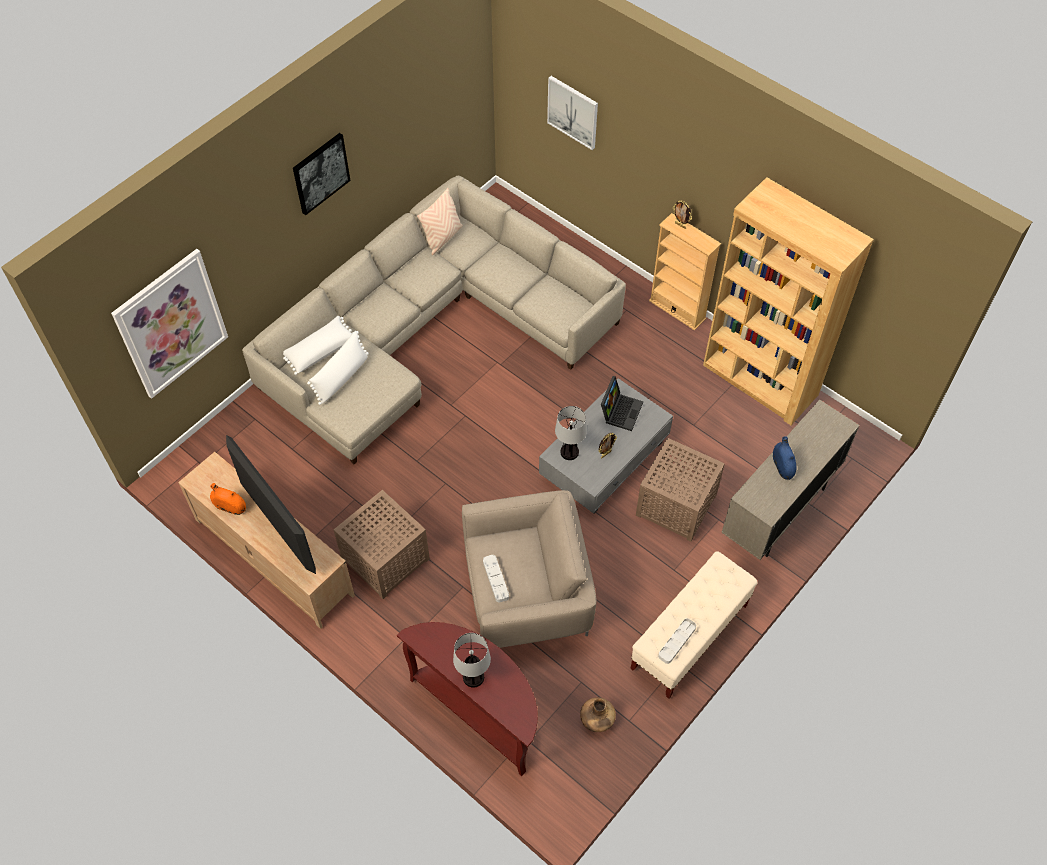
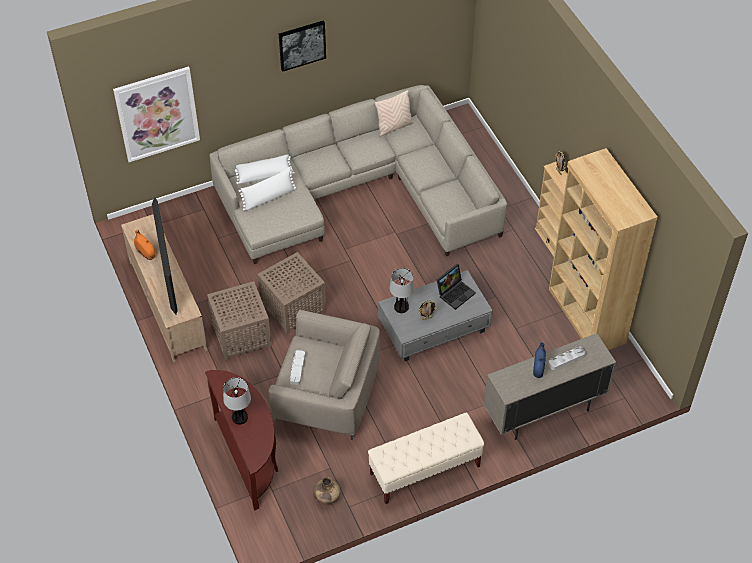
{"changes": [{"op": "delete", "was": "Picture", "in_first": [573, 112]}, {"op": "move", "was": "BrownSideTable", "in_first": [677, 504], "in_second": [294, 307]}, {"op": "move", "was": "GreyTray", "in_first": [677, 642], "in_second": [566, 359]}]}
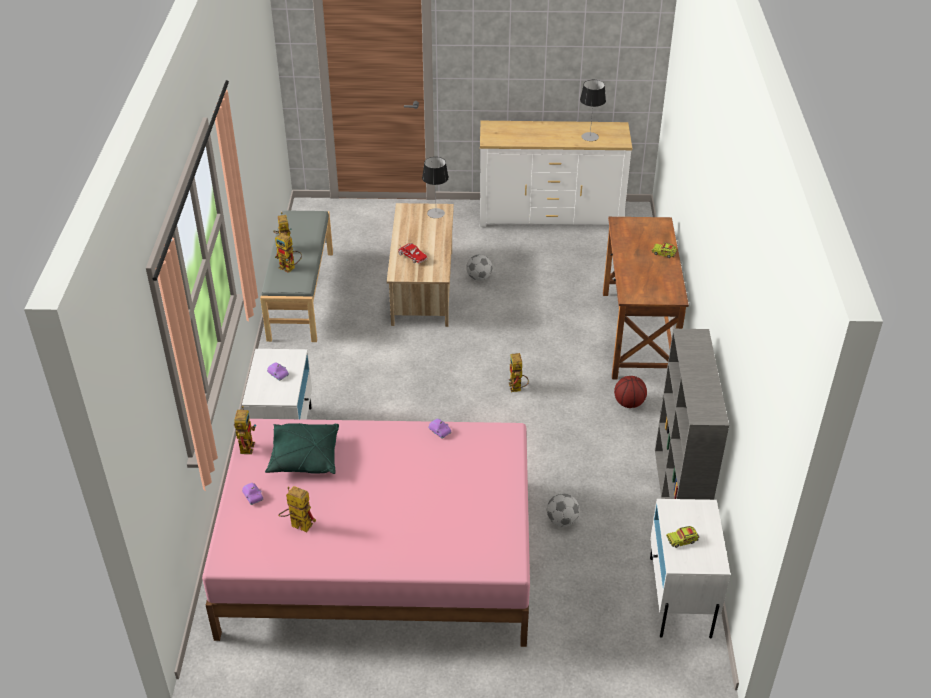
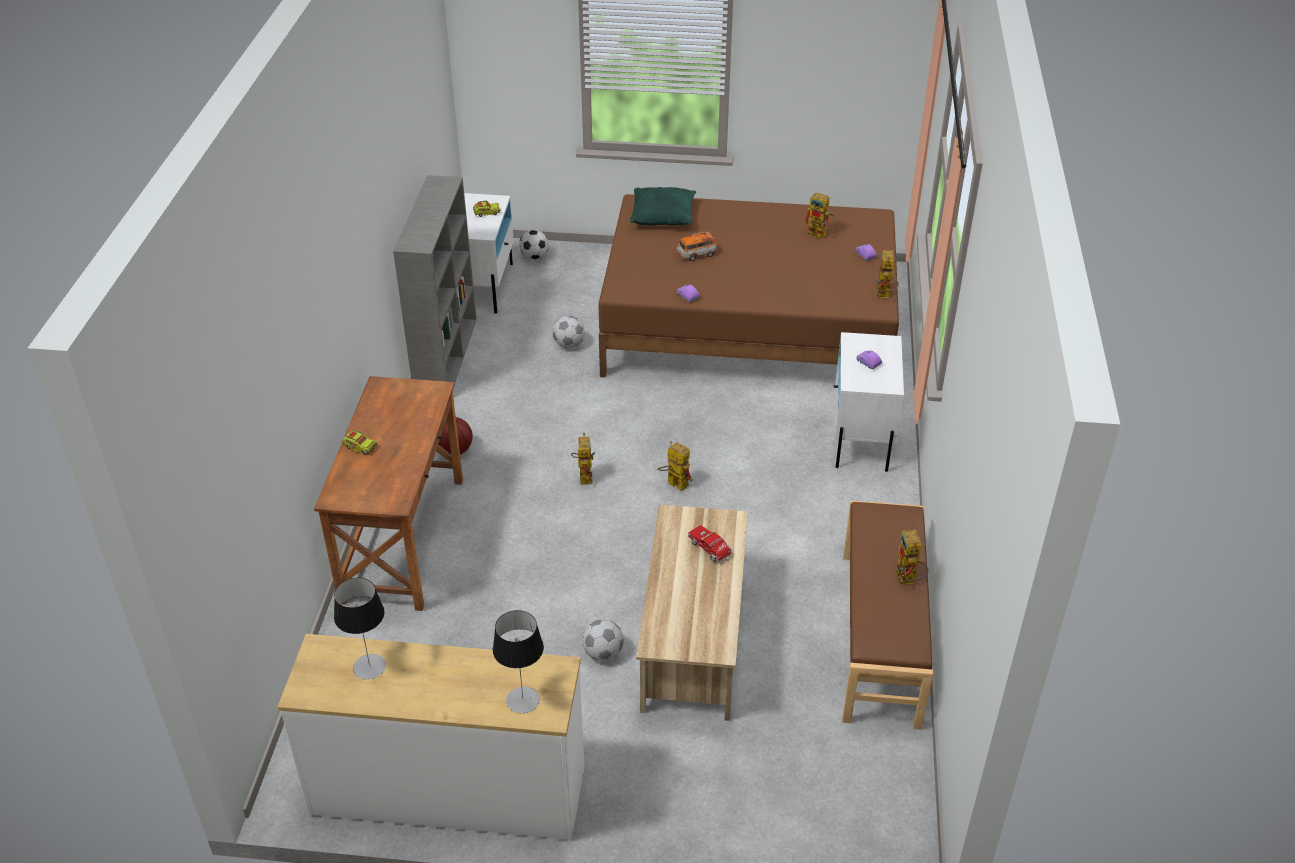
{"changes": [{"op": "move", "was": "TableLamp", "in_first": [436, 213], "in_second": [522, 700]}, {"op": "recolor", "was": "GreyBench", "now": "BrownBench", "in_first": [300, 295], "in_second": [881, 637]}, {"op": "move", "was": "ToyRobot", "in_first": [290, 268], "in_second": [673, 483]}, {"op": "recolor", "was": "PinkBed", "now": "BrownBed", "in_first": [378, 556], "in_second": [748, 327]}, {"op": "move", "was": "GreenPillow", "in_first": [304, 457], "in_second": [663, 216]}, {"op": "insert", "now": "Football", "in_second": [534, 257]}, {"op": "insert", "now": "ToyCar", "in_second": [696, 255]}]}
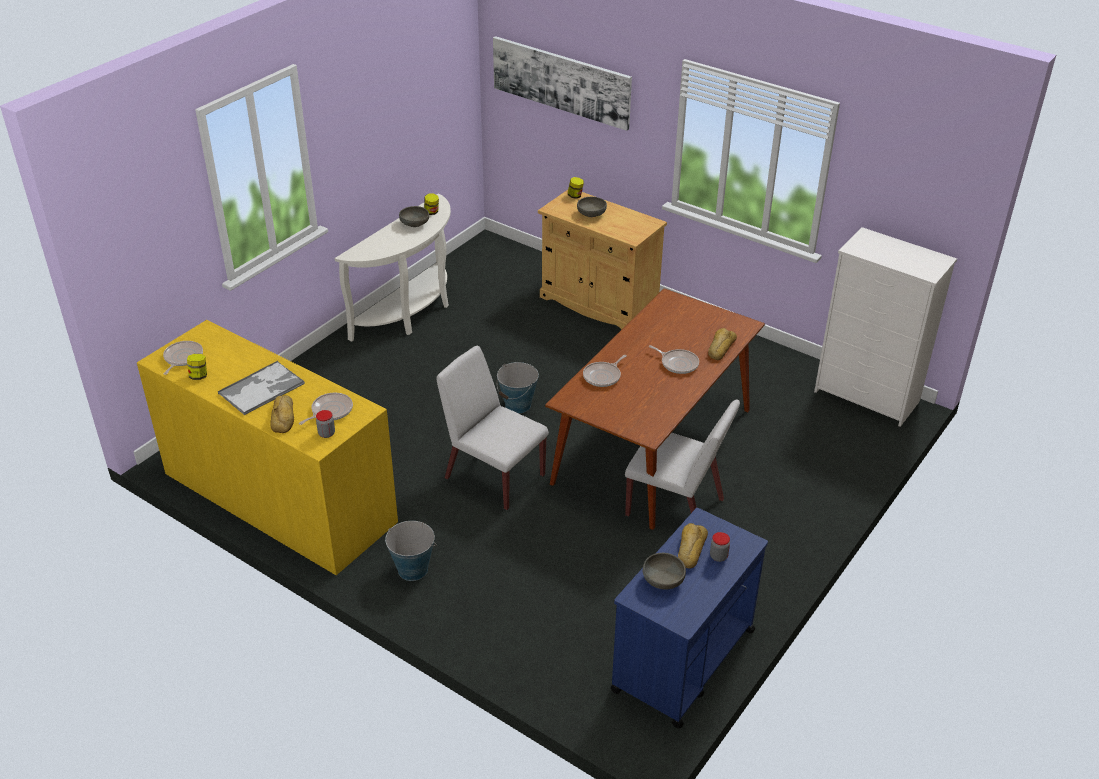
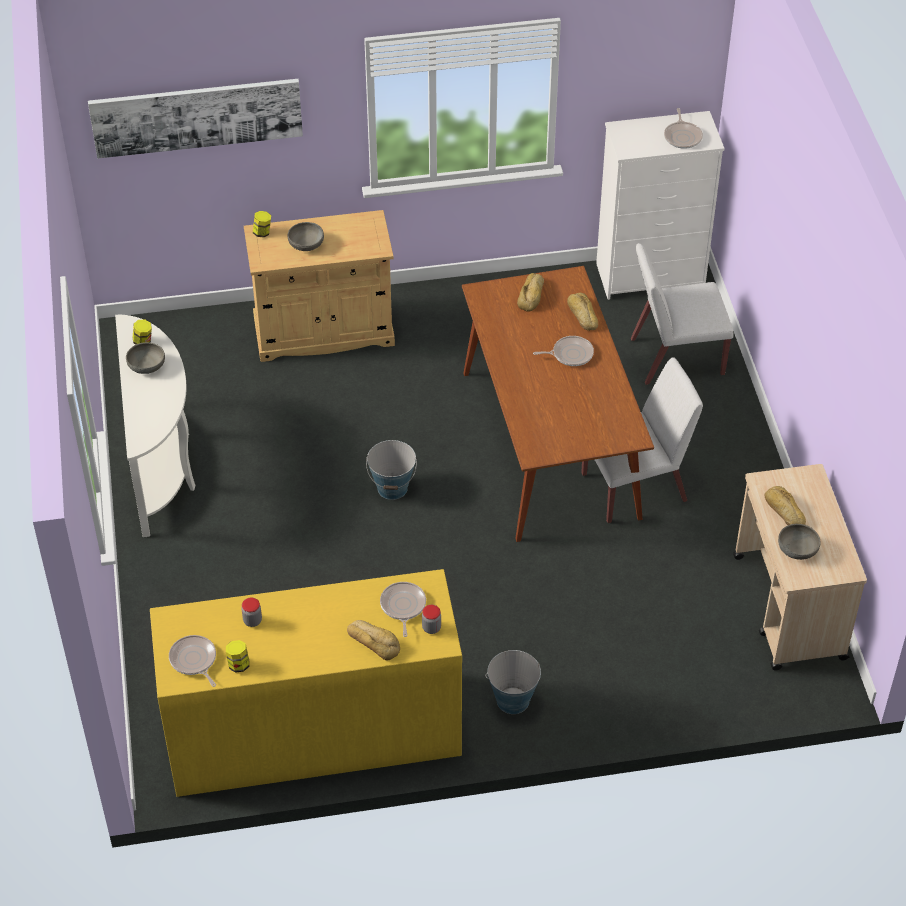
{"changes": [{"op": "move", "was": "WhiteChair", "in_first": [493, 476], "in_second": [675, 357]}, {"op": "move", "was": "FryingPan", "in_first": [603, 376], "in_second": [682, 136]}, {"op": "delete", "was": "Tray", "in_first": [262, 388]}, {"op": "recolor", "was": "BlueCart", "now": "BeigeCart", "in_first": [682, 661], "in_second": [789, 608]}, {"op": "move", "was": "Jar", "in_first": [718, 556], "in_second": [252, 621]}, {"op": "insert", "now": "Bread", "in_second": [532, 295]}]}
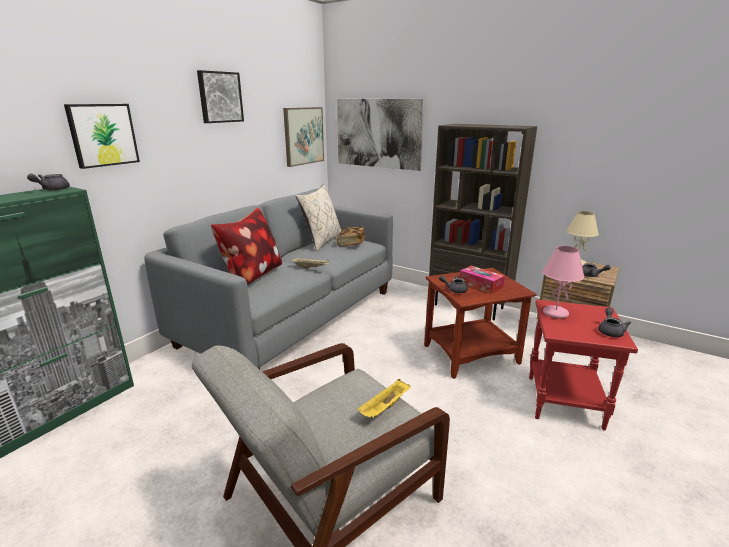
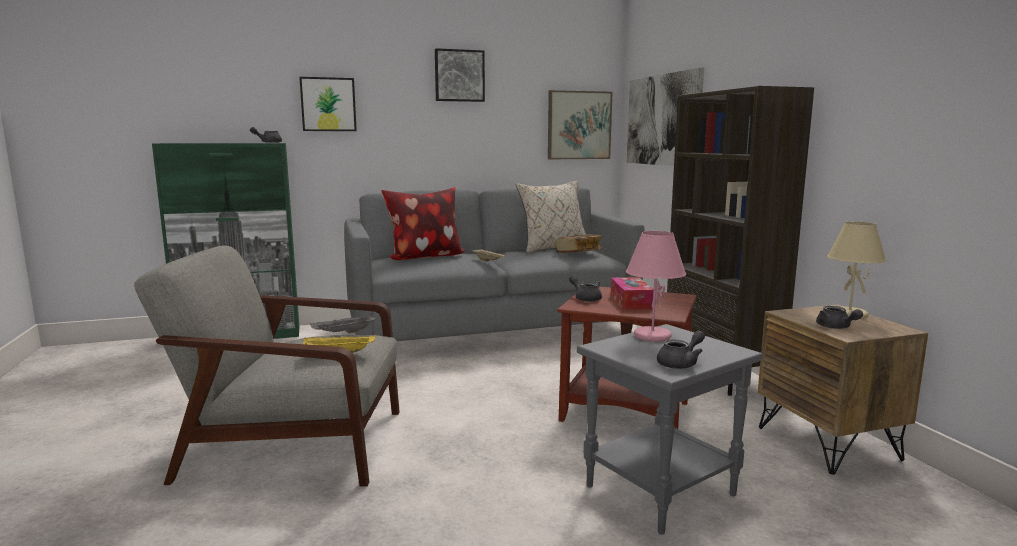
{"changes": [{"op": "recolor", "was": "RedSideTable", "now": "GreySideTable", "in_first": [562, 401], "in_second": [659, 489]}, {"op": "insert", "now": "GreyTray", "in_second": [344, 333]}]}
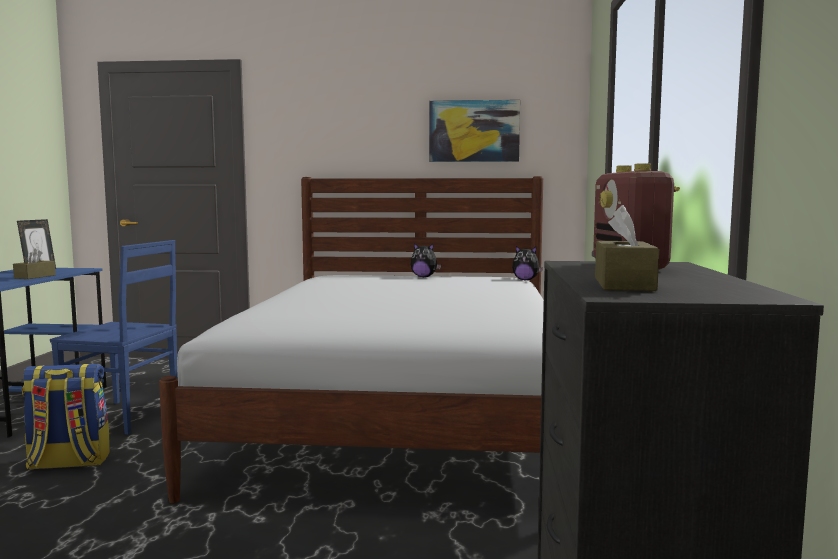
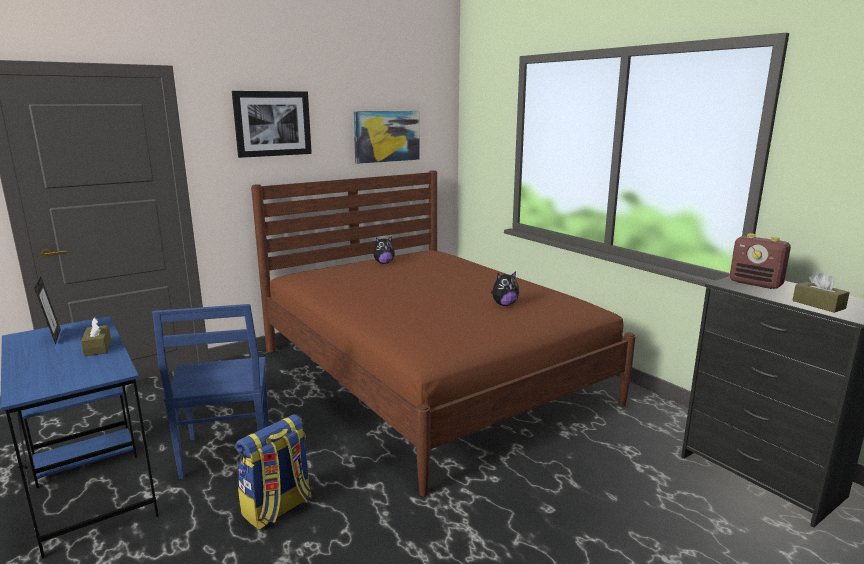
{"changes": [{"op": "recolor", "was": "WhiteBed", "now": "BrownBed", "in_first": [404, 416], "in_second": [430, 375]}, {"op": "rotate", "was": "BlueChair", "in_first": [124, 417], "in_second": [226, 454], "clockwise": 105}, {"op": "move", "was": "PlushToy", "in_first": [525, 280], "in_second": [504, 304]}, {"op": "insert", "now": "Picture", "in_second": [272, 123]}]}
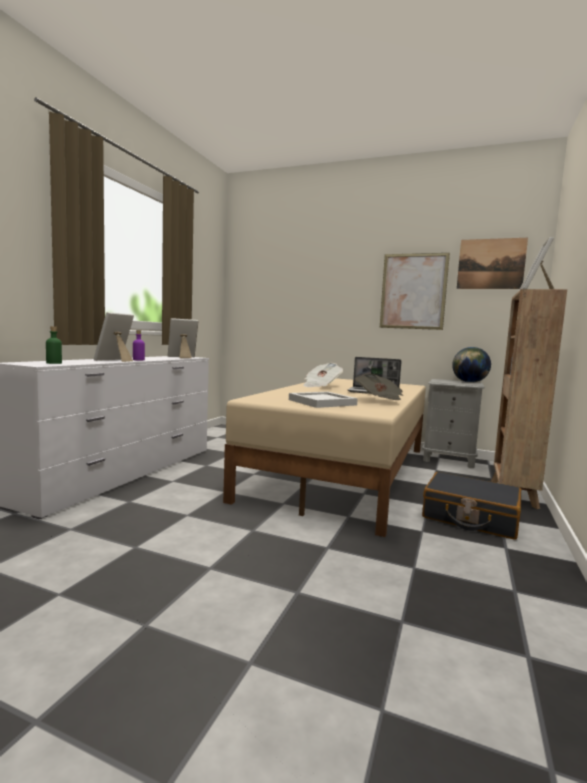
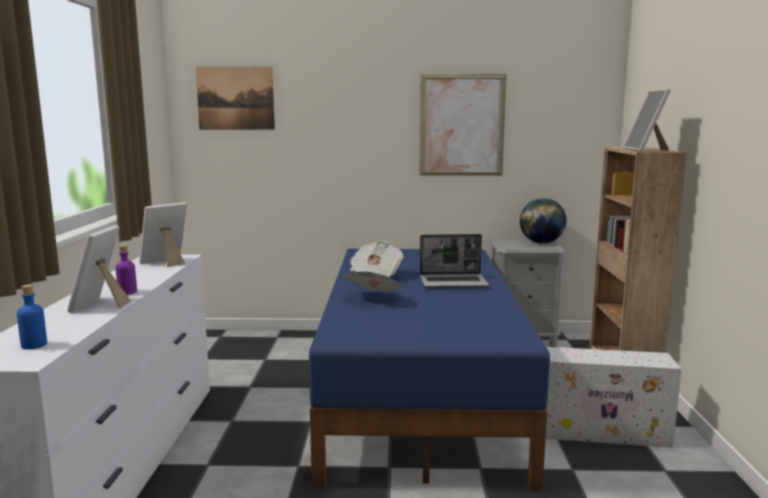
{"changes": [{"op": "move", "was": "Picture", "in_first": [491, 264], "in_second": [235, 98]}, {"op": "recolor", "was": "GreenBottle", "now": "BlueBottle", "in_first": [54, 363], "in_second": [34, 345]}, {"op": "move", "was": "Newspaper", "in_first": [380, 401], "in_second": [374, 298]}, {"op": "recolor", "was": "BeigeBed", "now": "BlueBed", "in_first": [344, 471], "in_second": [420, 389]}, {"op": "delete", "was": "WhiteTray", "in_first": [323, 402]}, {"op": "replace", "was": "BlackSuitcase", "now": "WhiteStorageBox", "in_first": [470, 517], "in_second": [604, 433]}]}
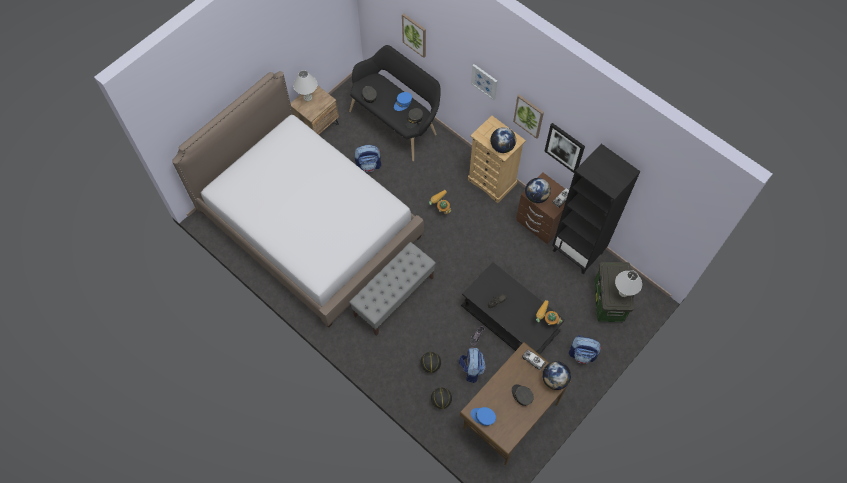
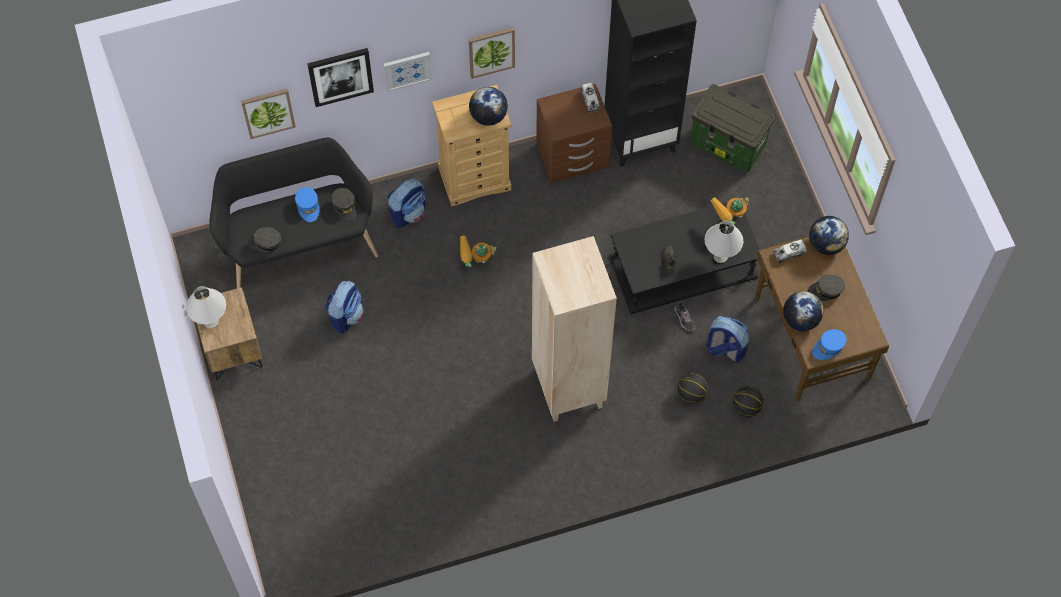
{"changes": [{"op": "delete", "was": "Bed", "in_first": [309, 224]}, {"op": "move", "was": "Picture", "in_first": [564, 148], "in_second": [340, 76]}, {"op": "move", "was": "Globe", "in_first": [536, 196], "in_second": [800, 319]}, {"op": "replace", "was": "GreyBench", "now": "BeigeBookcase", "in_first": [394, 296], "in_second": [567, 387]}, {"op": "move", "was": "WhiteTableLamp", "in_first": [623, 292], "in_second": [721, 256]}, {"op": "move", "was": "Backpack", "in_first": [582, 354], "in_second": [408, 212]}]}
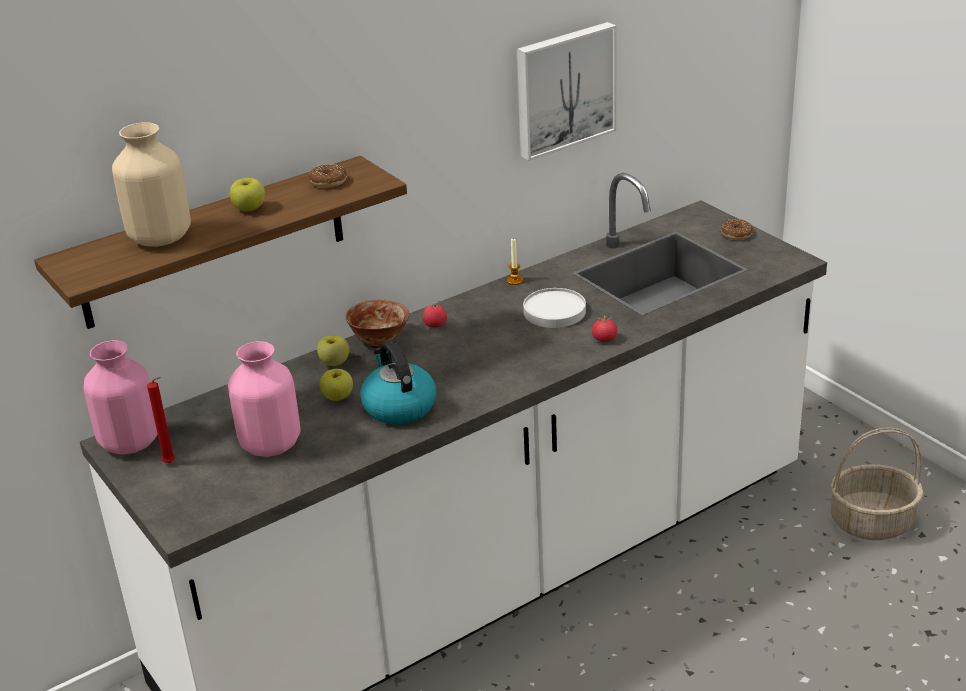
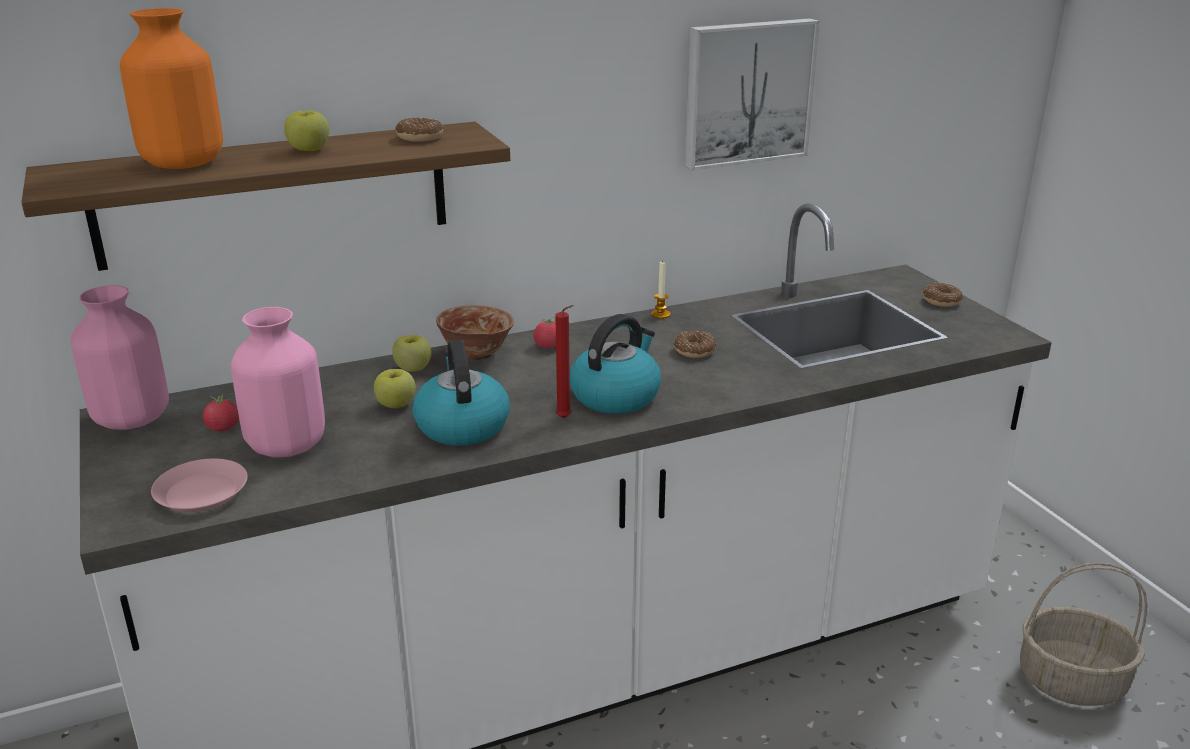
{"changes": [{"op": "recolor", "was": "BeigeVase", "now": "OrangeVase", "in_first": [159, 237], "in_second": [183, 163]}, {"op": "replace", "was": "WhitePlate", "now": "Donut", "in_first": [554, 312], "in_second": [694, 351]}, {"op": "move", "was": "Tomato", "in_first": [604, 339], "in_second": [223, 428]}, {"op": "move", "was": "RedCandle", "in_first": [171, 463], "in_second": [565, 419]}, {"op": "insert", "now": "Kettle", "in_second": [616, 395]}, {"op": "insert", "now": "PinkPlate", "in_second": [202, 493]}]}
